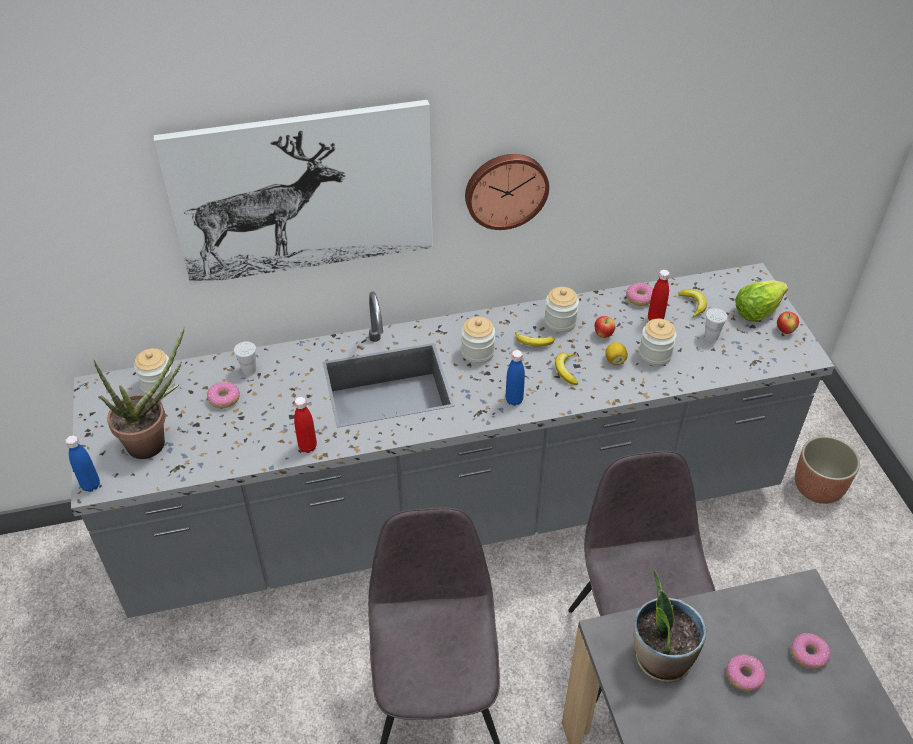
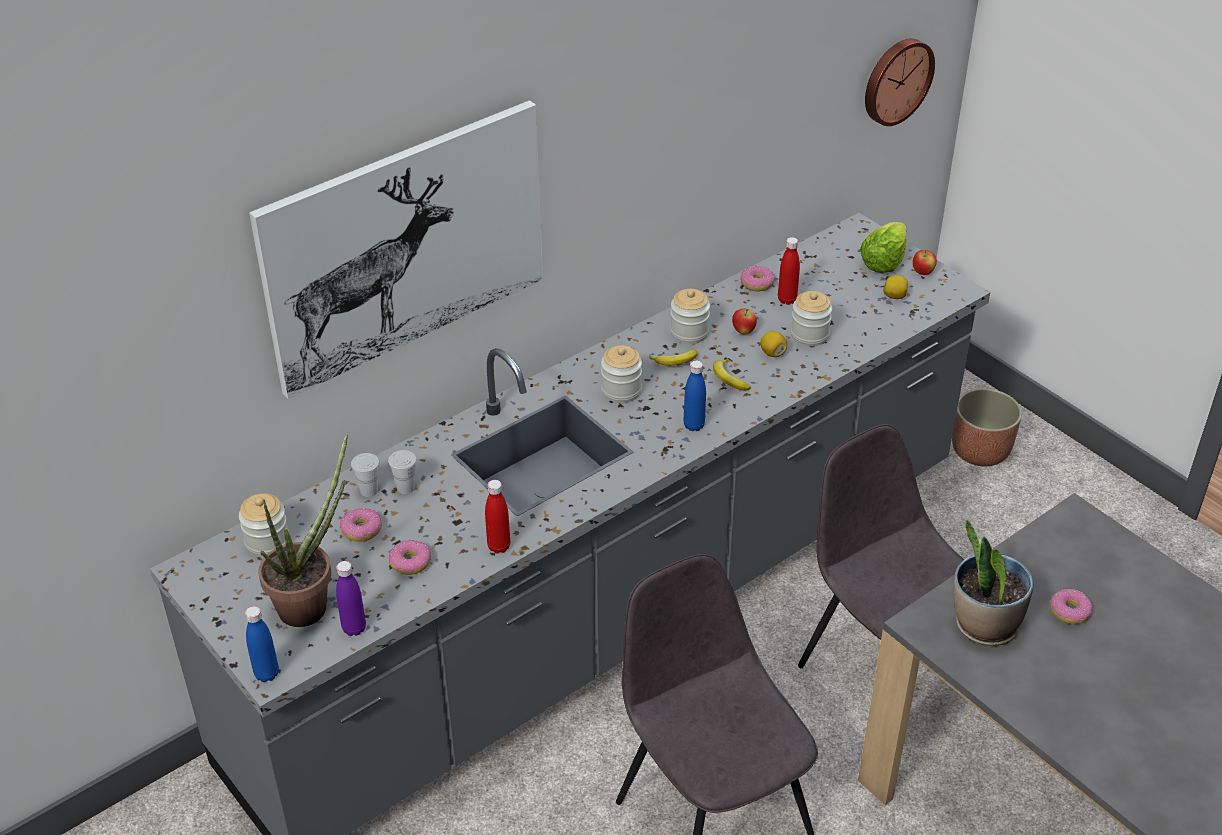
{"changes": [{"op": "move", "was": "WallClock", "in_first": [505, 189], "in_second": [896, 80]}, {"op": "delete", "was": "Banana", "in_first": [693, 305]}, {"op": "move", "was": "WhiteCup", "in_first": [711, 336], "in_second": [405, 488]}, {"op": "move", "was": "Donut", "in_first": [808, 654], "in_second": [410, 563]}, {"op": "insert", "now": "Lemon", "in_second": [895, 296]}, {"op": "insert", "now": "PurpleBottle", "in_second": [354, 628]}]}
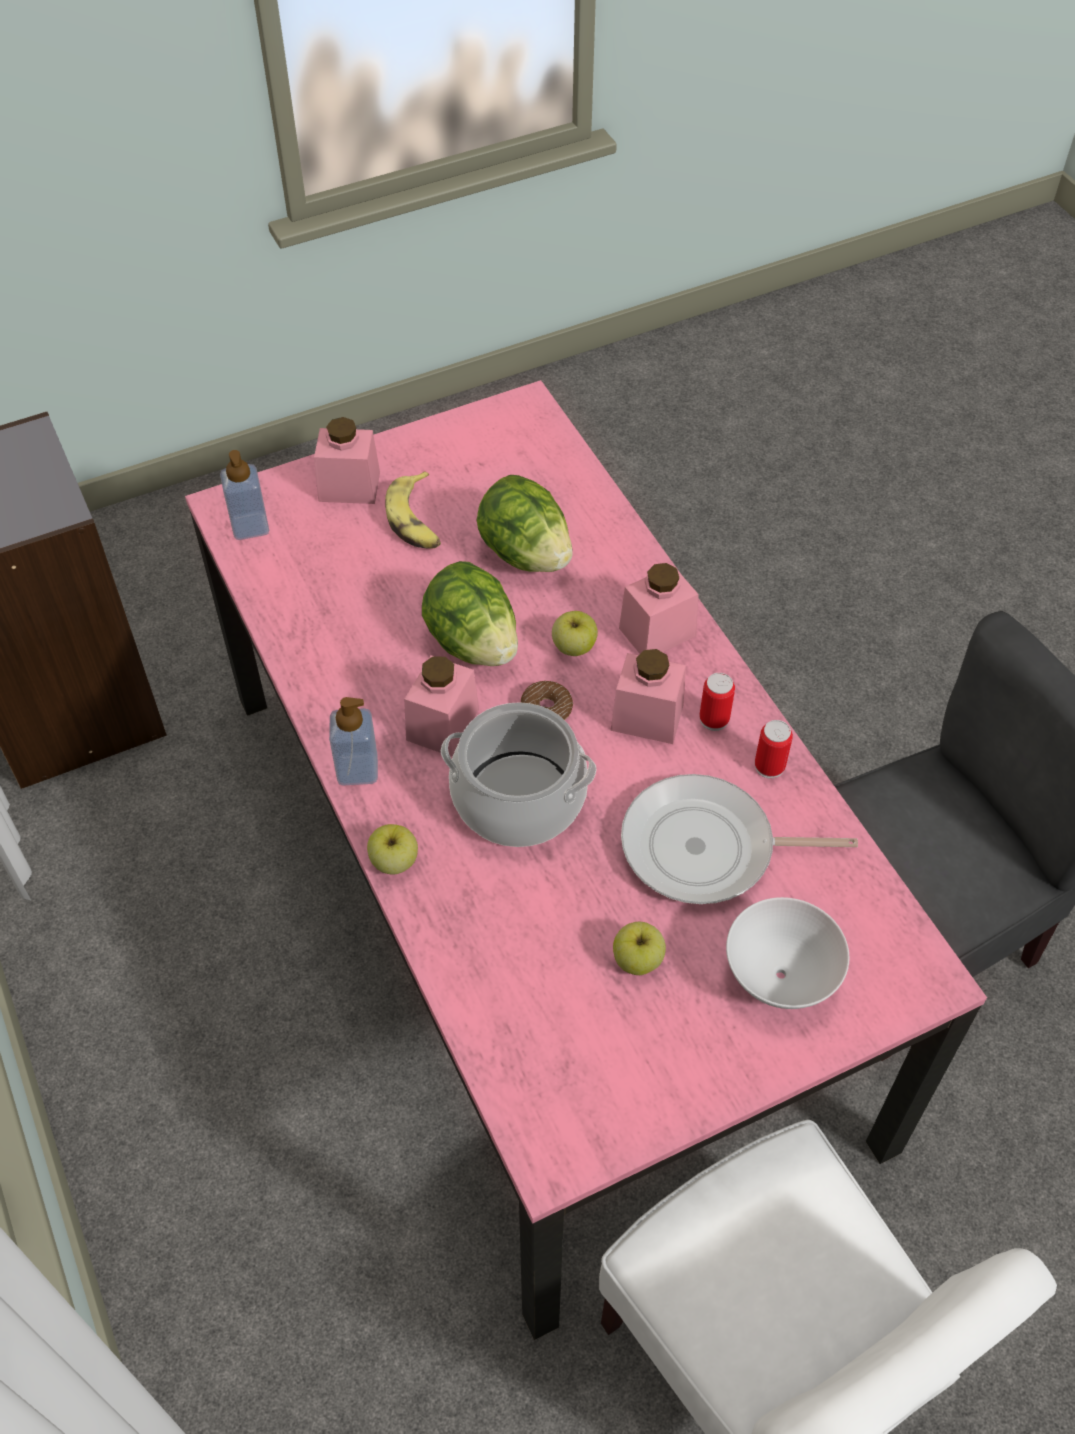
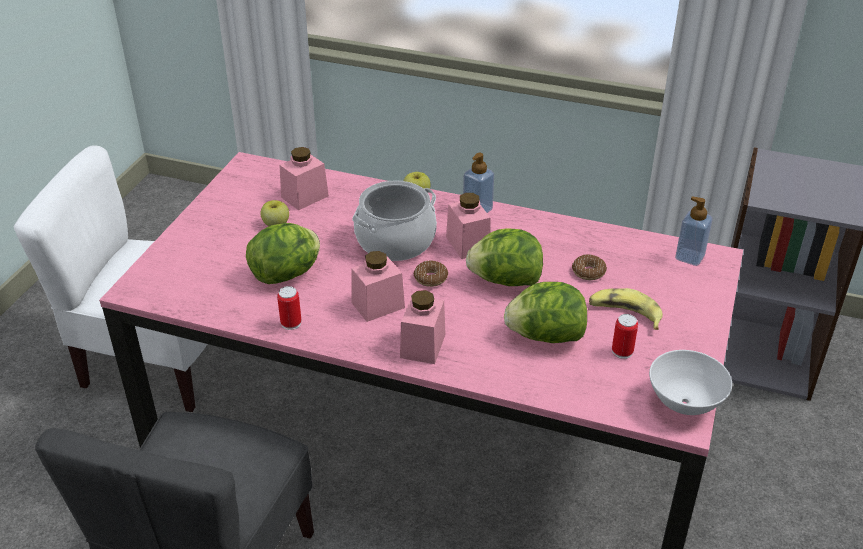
{"changes": [{"op": "move", "was": "PinkJar", "in_first": [349, 486], "in_second": [305, 196]}, {"op": "delete", "was": "Apple", "in_first": [574, 647]}, {"op": "move", "was": "Can", "in_first": [714, 719], "in_second": [622, 351]}, {"op": "replace", "was": "FryingPan", "now": "Lettuce", "in_first": [706, 848], "in_second": [287, 274]}, {"op": "move", "was": "WhiteBowl", "in_first": [778, 976], "in_second": [685, 403]}, {"op": "insert", "now": "Donut", "in_second": [588, 272]}]}
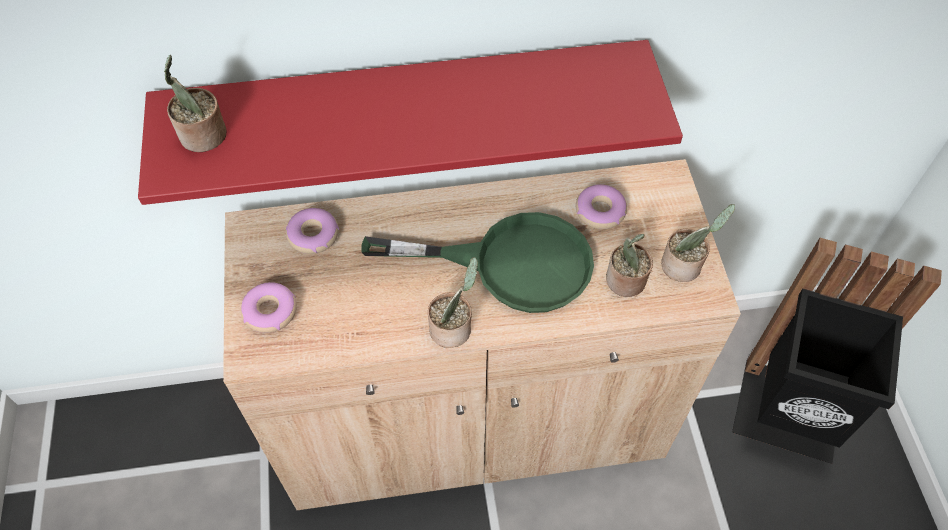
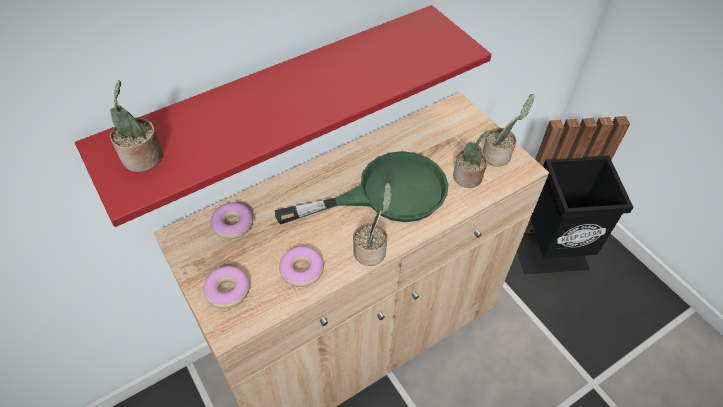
{"changes": [{"op": "move", "was": "Donut", "in_first": [600, 212], "in_second": [302, 270]}]}
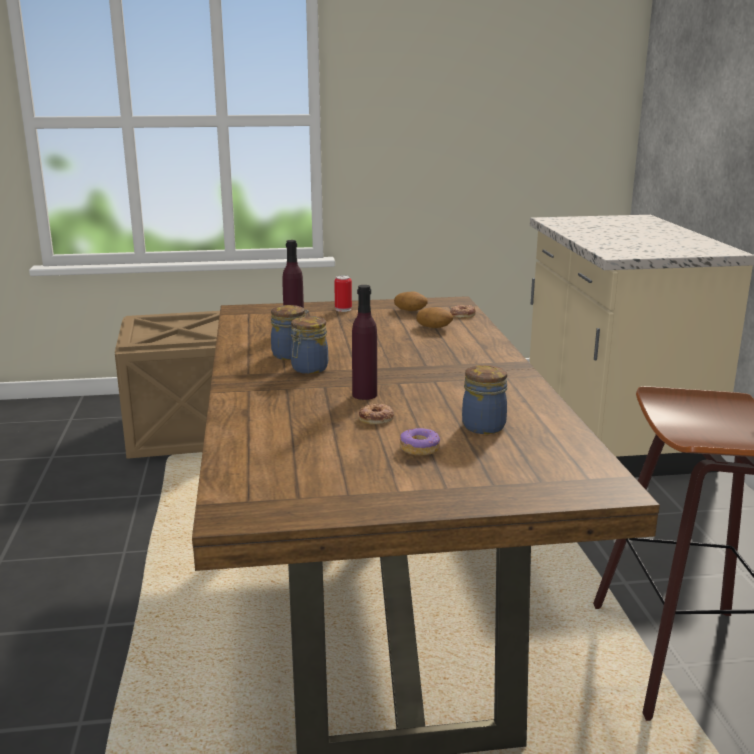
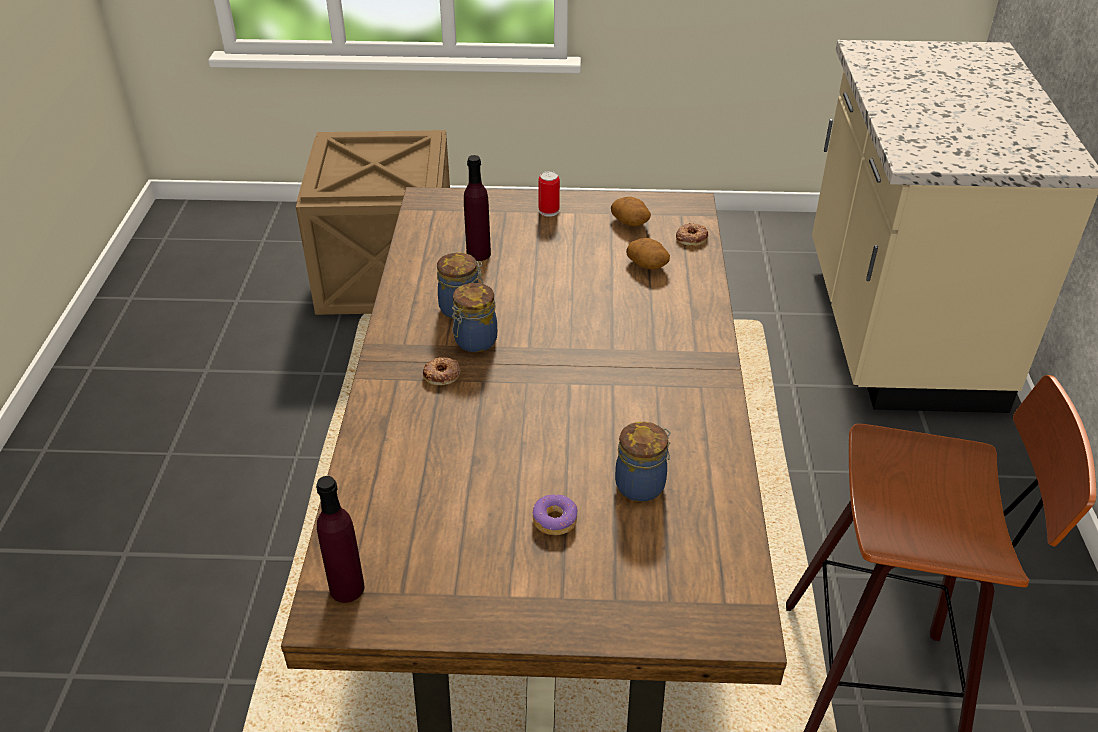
{"changes": [{"op": "move", "was": "PurpleBottle", "in_first": [364, 395], "in_second": [347, 588]}, {"op": "move", "was": "Donut", "in_first": [376, 418], "in_second": [442, 375]}]}
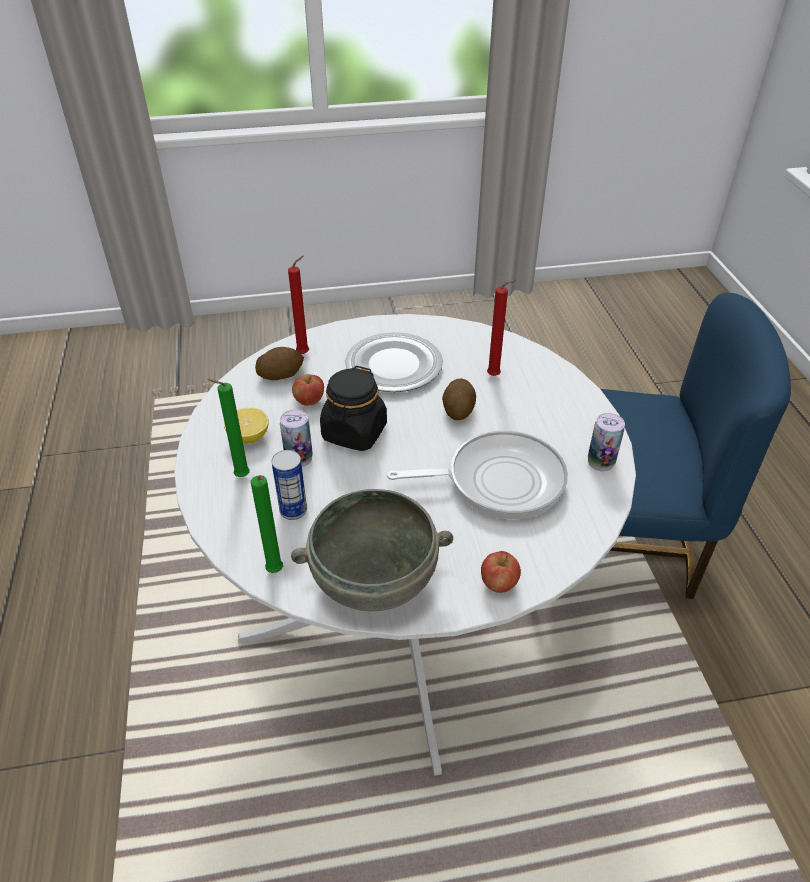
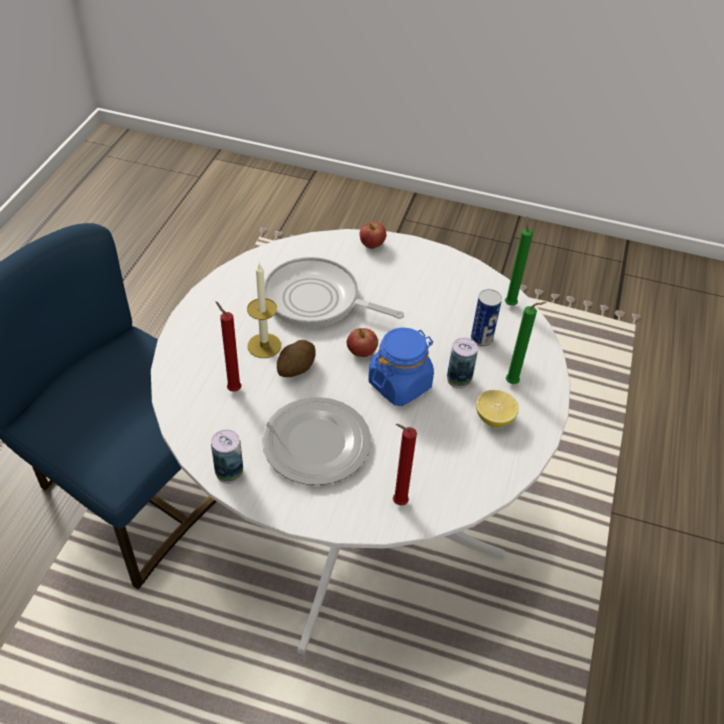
{"changes": [{"op": "delete", "was": "Potato", "in_first": [281, 374]}, {"op": "recolor", "was": "BlackJar", "now": "BlueJar", "in_first": [354, 433], "in_second": [400, 384]}, {"op": "move", "was": "Apple", "in_first": [309, 401], "in_second": [362, 352]}, {"op": "move", "was": "Can", "in_first": [600, 462], "in_second": [229, 473]}, {"op": "delete", "was": "GreyBowl", "in_first": [374, 578]}, {"op": "insert", "now": "Candle", "in_second": [264, 345]}]}
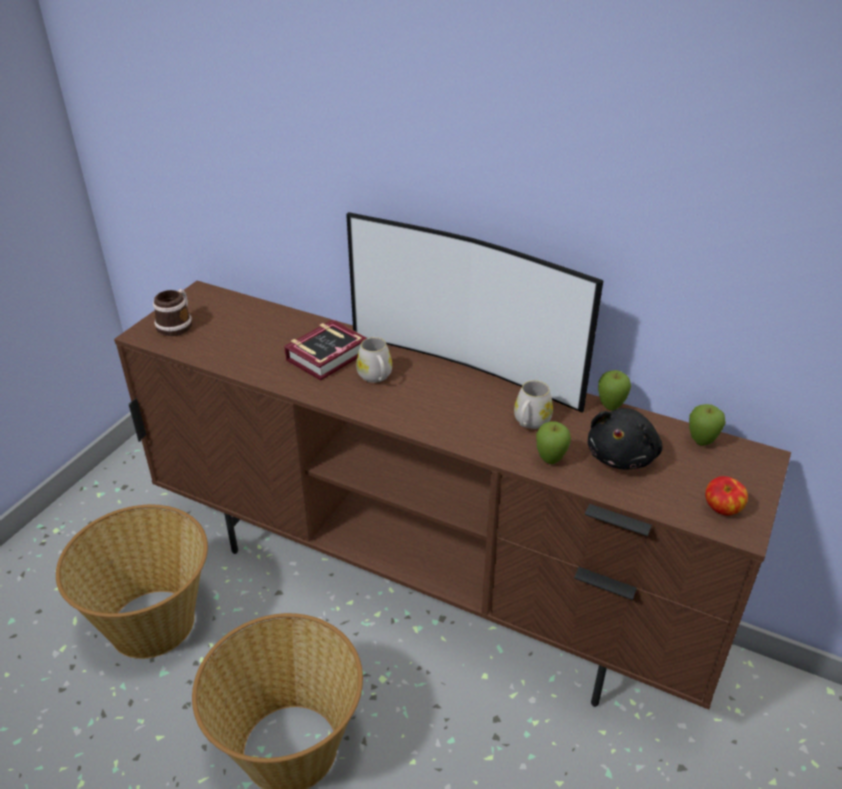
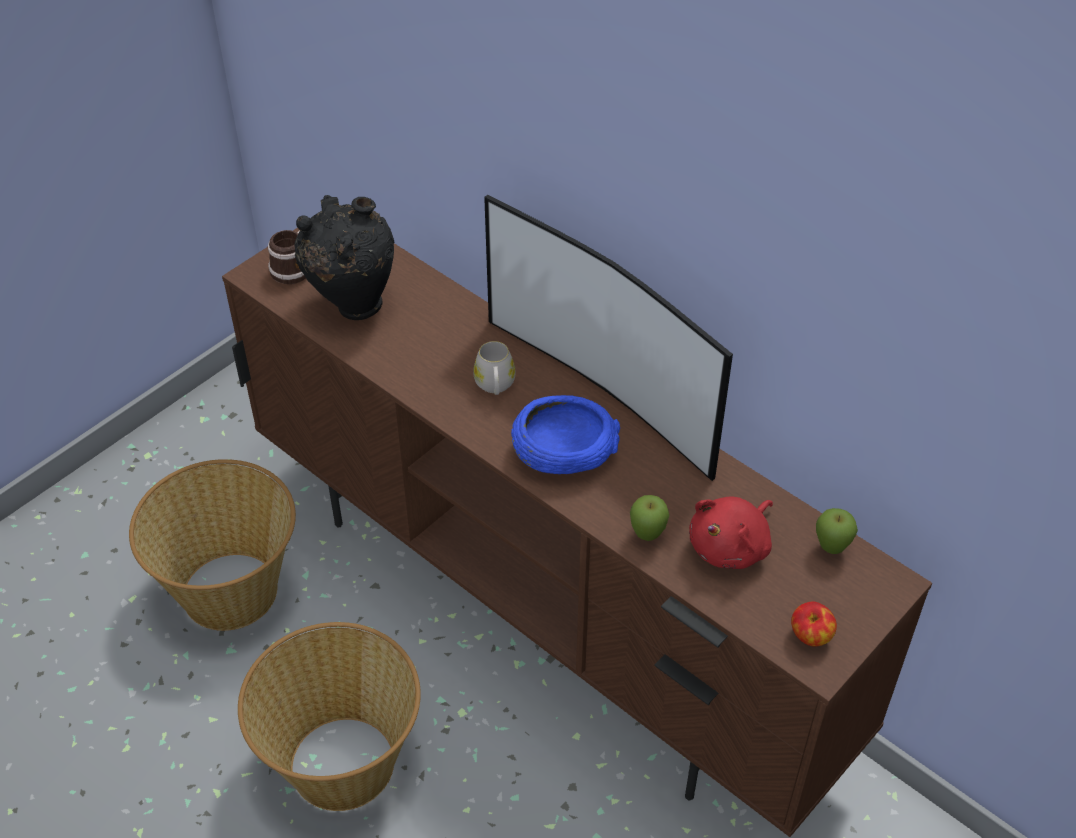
{"changes": [{"op": "delete", "was": "Book", "in_first": [330, 355]}, {"op": "delete", "was": "Apple", "in_first": [610, 407]}, {"op": "delete", "was": "WhiteMug", "in_first": [530, 422]}, {"op": "recolor", "was": "BlackPlushToy", "now": "RedPlushToy", "in_first": [622, 456], "in_second": [731, 546]}, {"op": "insert", "now": "BlackVase", "in_second": [352, 305]}, {"op": "insert", "now": "BlueBowl", "in_second": [563, 451]}]}
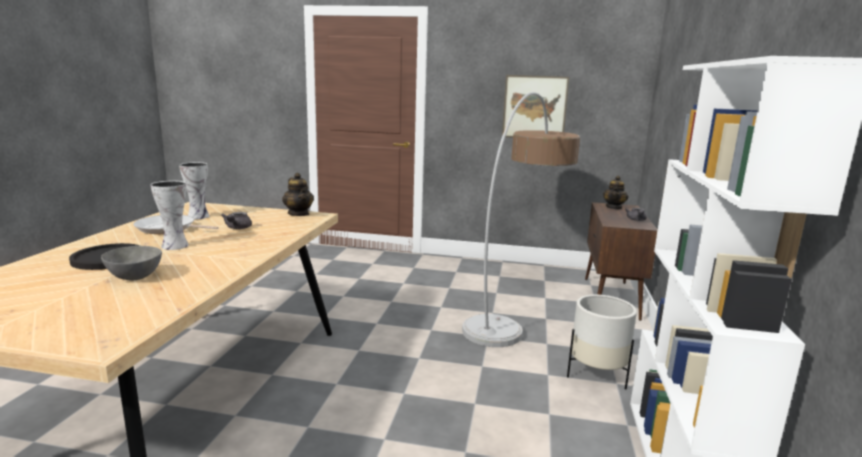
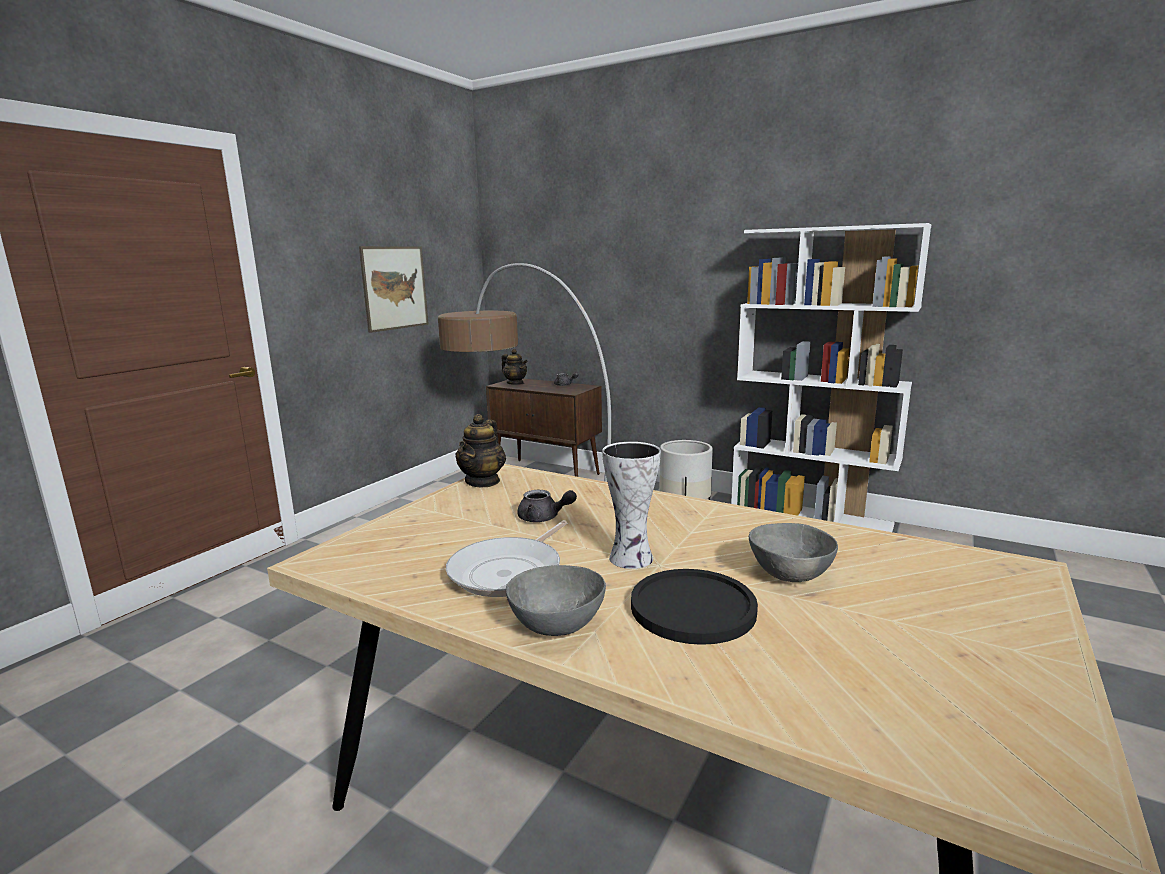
{"changes": [{"op": "delete", "was": "Vase", "in_first": [199, 216]}, {"op": "rotate", "was": "Teapot", "in_first": [299, 214], "in_second": [483, 481], "clockwise": 120}, {"op": "insert", "now": "GreyBowl", "in_second": [558, 626]}]}
